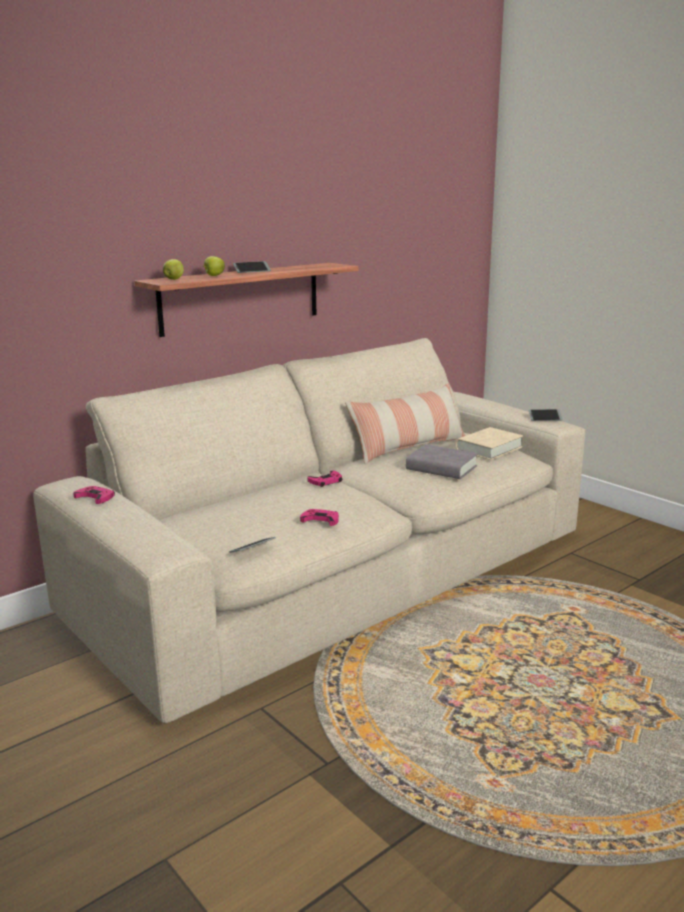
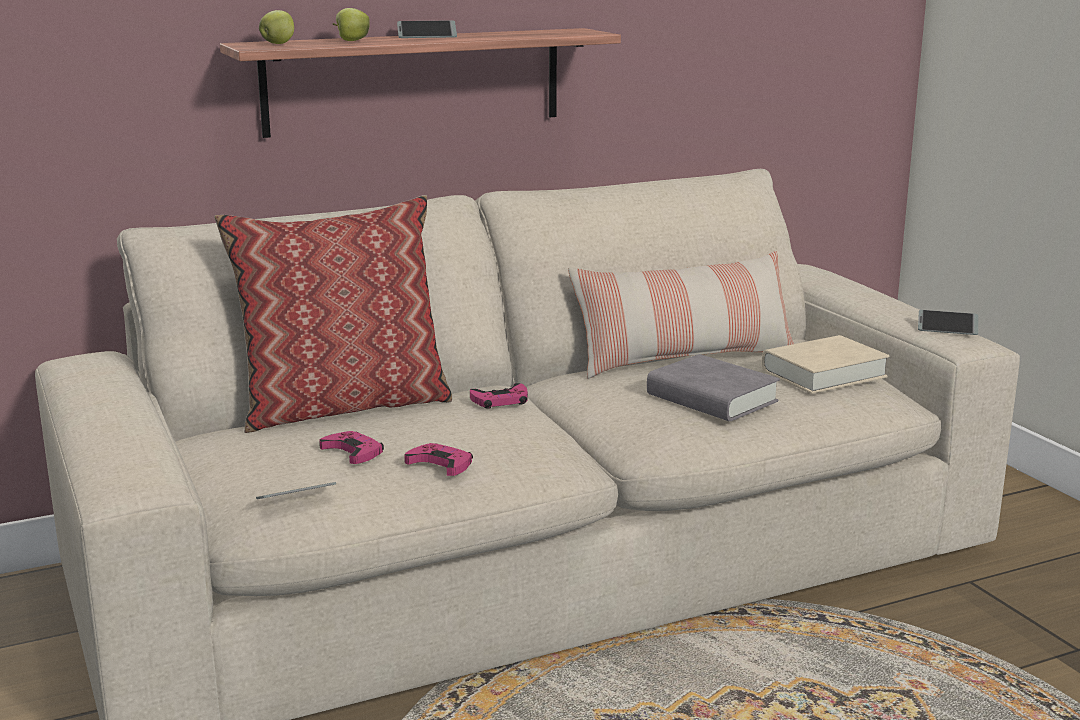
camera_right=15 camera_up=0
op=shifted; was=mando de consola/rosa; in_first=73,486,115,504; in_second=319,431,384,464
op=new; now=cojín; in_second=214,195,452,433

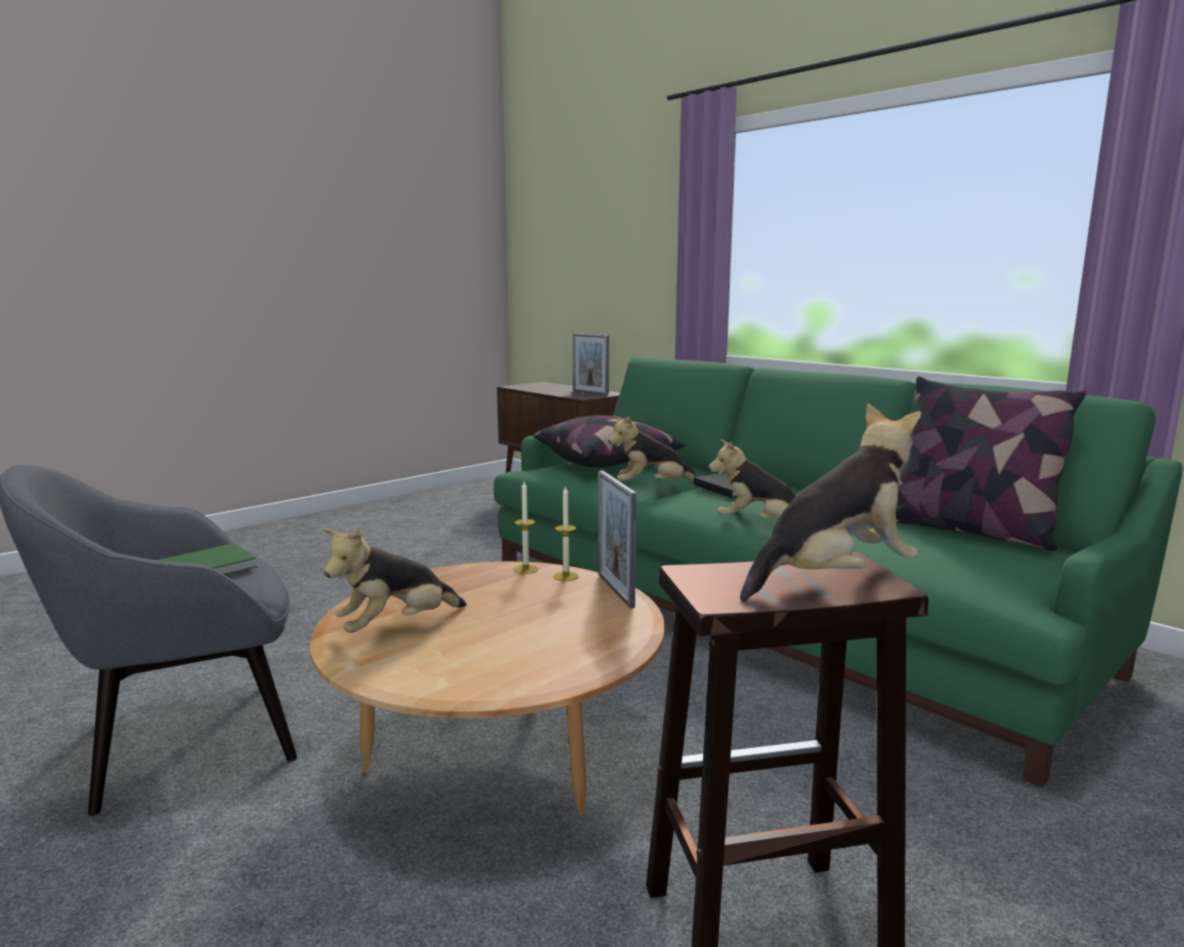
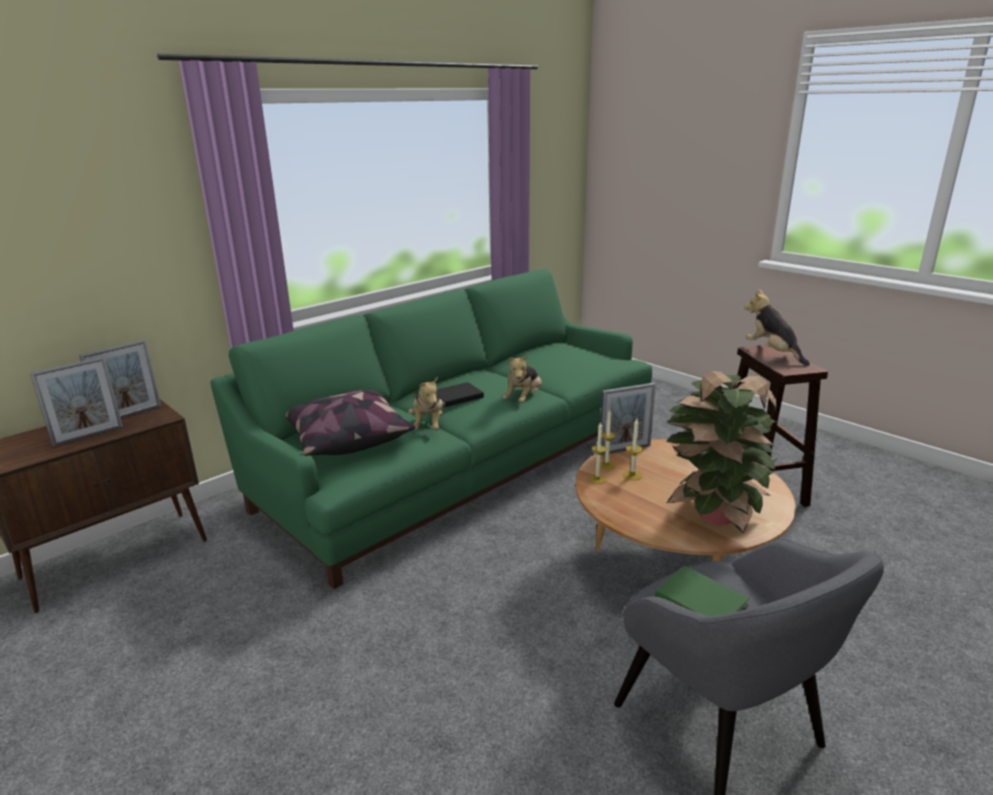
camera_right=-90 camera_up=10
op=gone; was=cojín; in_first=896,376,1087,551
op=swapped; was=peluche; now=planta en maceta; in_first=323,528,467,633; in_second=666,371,778,533
op=new; now=portarretratos; in_second=30,356,123,447
op=new; now=vela; in_second=623,419,643,480

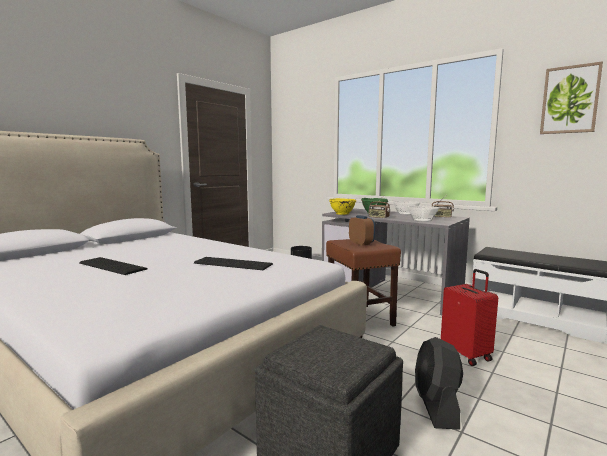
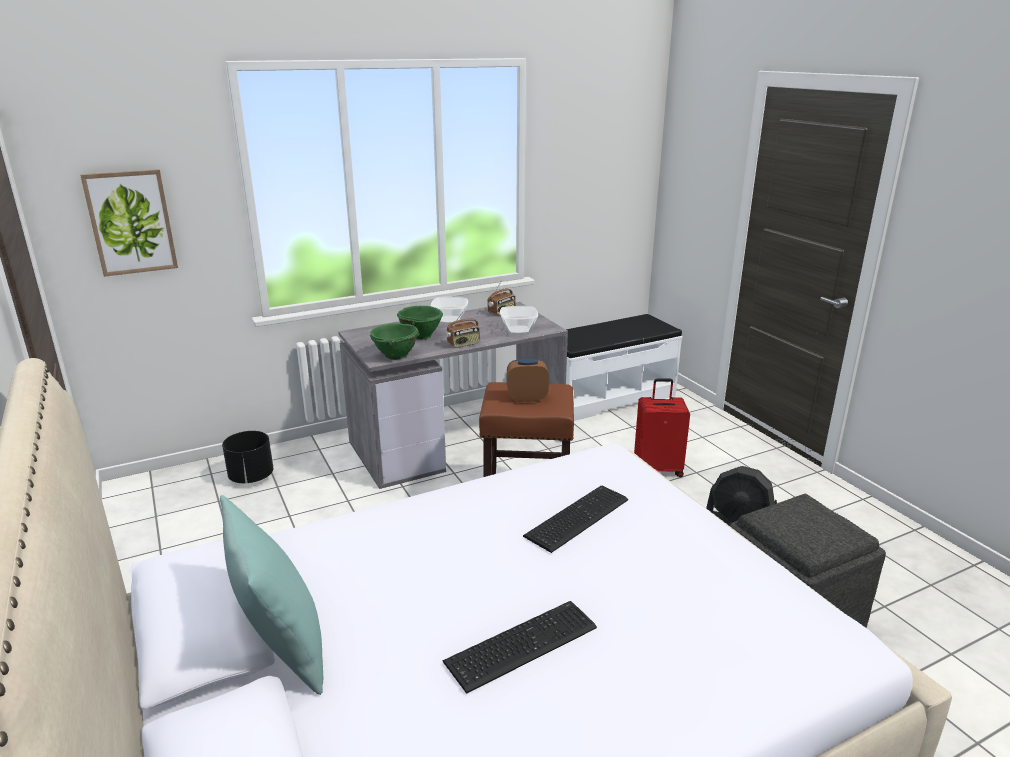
camera_right=-65 camera_up=15
op=shifted; was=cuadro; in_first=540,61,603,134; in_second=80,169,178,277
op=repainted; was=cuenco/amarillo; now=cuenco/verde; in_first=329,198,356,215; in_second=370,323,420,360
op=new; now=cojín/turquesa; in_second=220,495,323,695

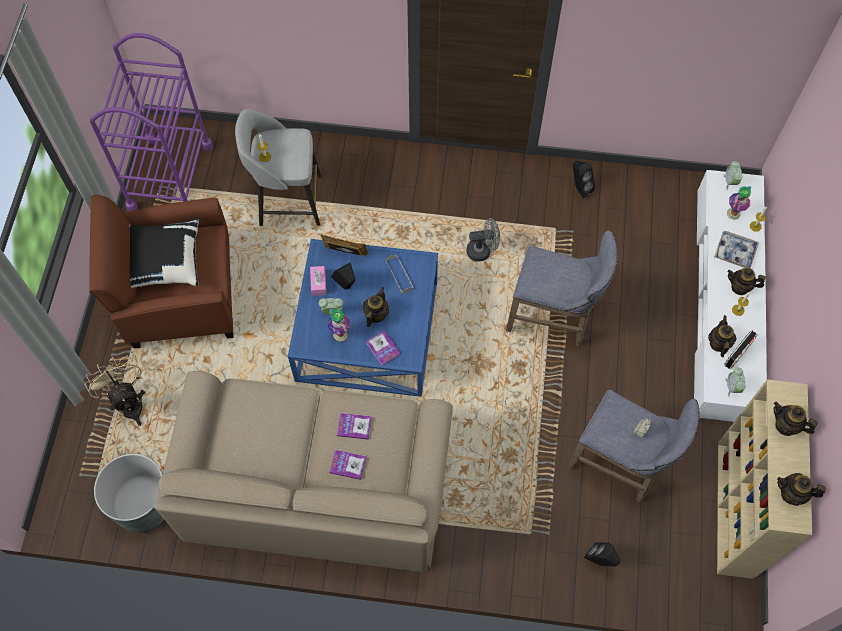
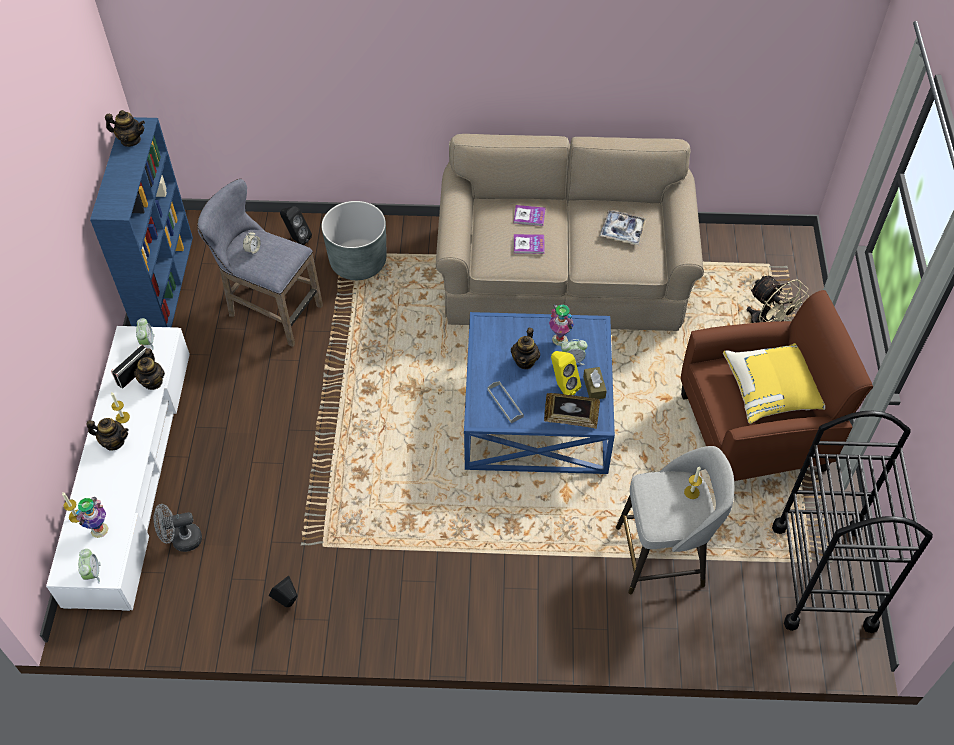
camera_right=175 camera_up=-10
op=repainted; was=carrito/morado; now=carrito/negro; in_first=90,33,213,211; in_second=772,411,933,633
op=repainted; was=cojín/negro; now=cojín/amarillo; in_first=129,217,199,288; in_second=723,343,825,424
op=shifted; was=ventilador/gris; in_first=466,218,500,261; in_second=154,504,202,552
op=gone; was=taburete/gris; in_first=506,230,618,347
op=shifted; was=bandeja; in_first=714,231,759,268; in_second=600,210,647,245
op=repainted; was=altavoz/negro; now=altavoz/amarillo; in_first=331,263,355,289; in_second=551,351,581,395
op=repainted; was=caja de pañuelos/rosa; now=caja de pañuelos/marrón; in_first=310,266,326,296; in_second=583,367,607,399
op=gone; was=libro; in_first=366,330,401,366
op=repainted; was=estantería/beis; now=estantería/azul; in_first=717,379,812,579; in_second=90,117,193,327
op=gone; was=tetera; in_first=773,402,817,436
op=shifted; was=maceta/gris; in_first=94,454,164,532; in_second=322,201,386,280

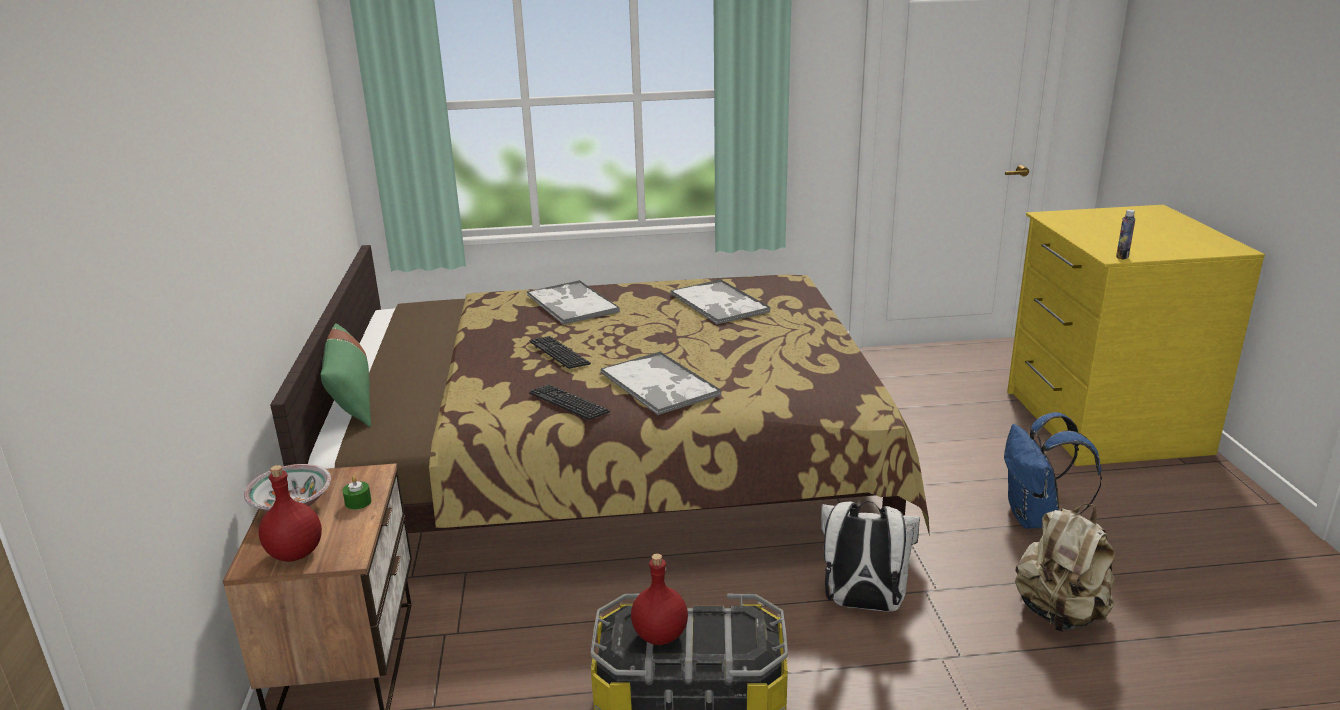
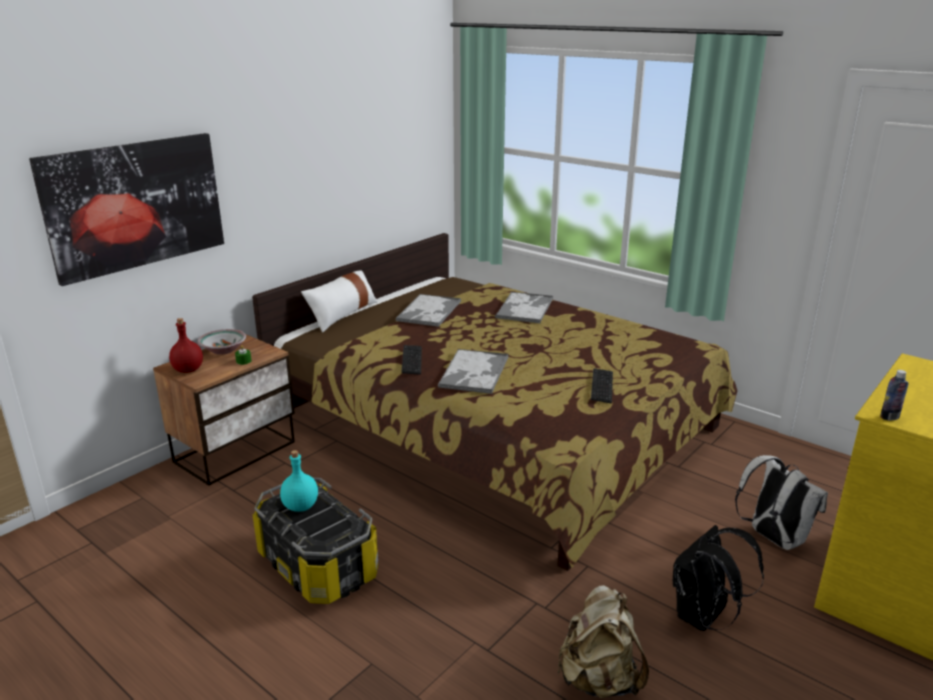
camera_right=45 camera_up=0
op=shifted; was=bandeja; in_first=671,279,771,325; in_second=395,294,461,327
op=repainted; was=cojín/verde; now=cojín/blanco; in_first=320,323,371,427; in_second=301,270,378,333
op=shifted; was=teclado; in_first=530,336,591,369; in_second=591,368,613,404
op=repainted; was=mochila/azul; now=mochila/negro; in_first=1004,412,1102,529; in_second=673,525,764,631
op=shifted; was=mochila/blanco; in_first=821,501,920,612; in_second=735,455,828,550
op=repainted; was=botella/rojo; now=botella/turquesa; in_first=631,554,688,645; in_second=280,450,318,512
op=new; now=cuadro; in_second=29,133,224,286

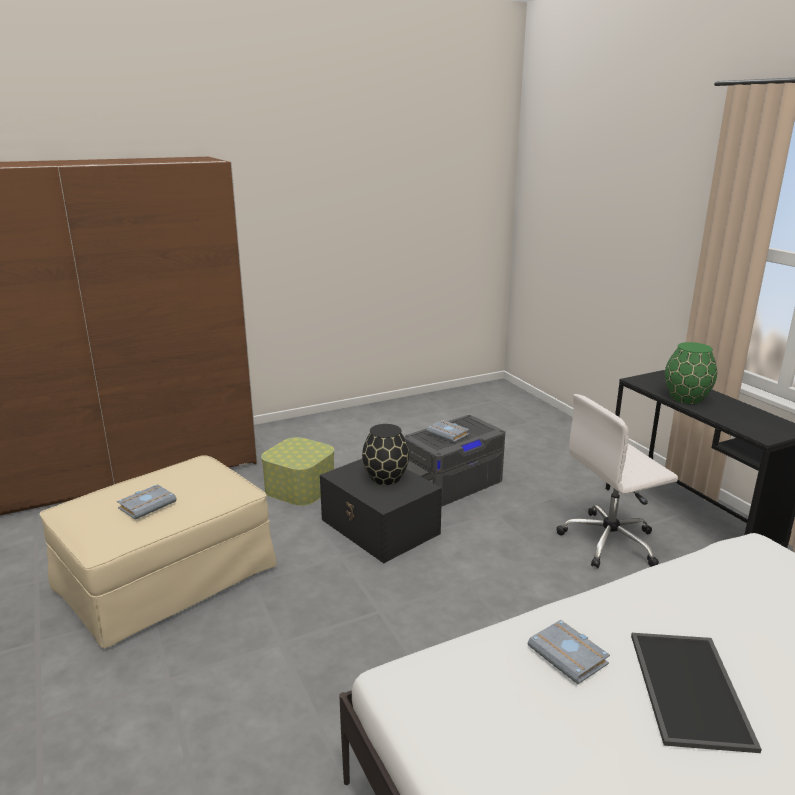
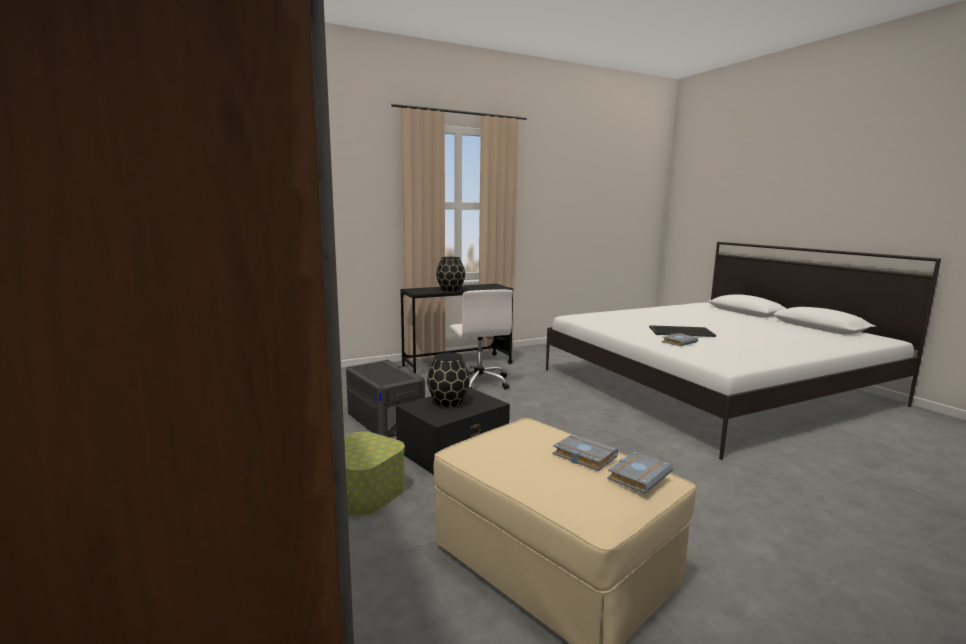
camera_right=-90 camera_up=-10
op=repainted; was=florero/verde; now=florero/negro; in_first=665,342,717,404; in_second=436,257,465,292
op=shifted; was=libro/gris; in_first=427,420,469,442; in_second=607,451,673,494

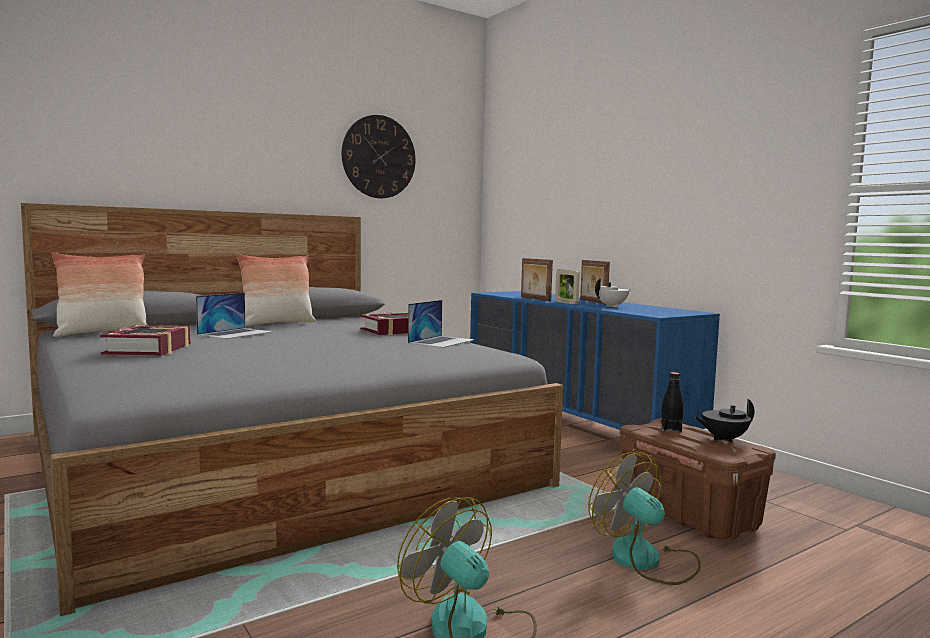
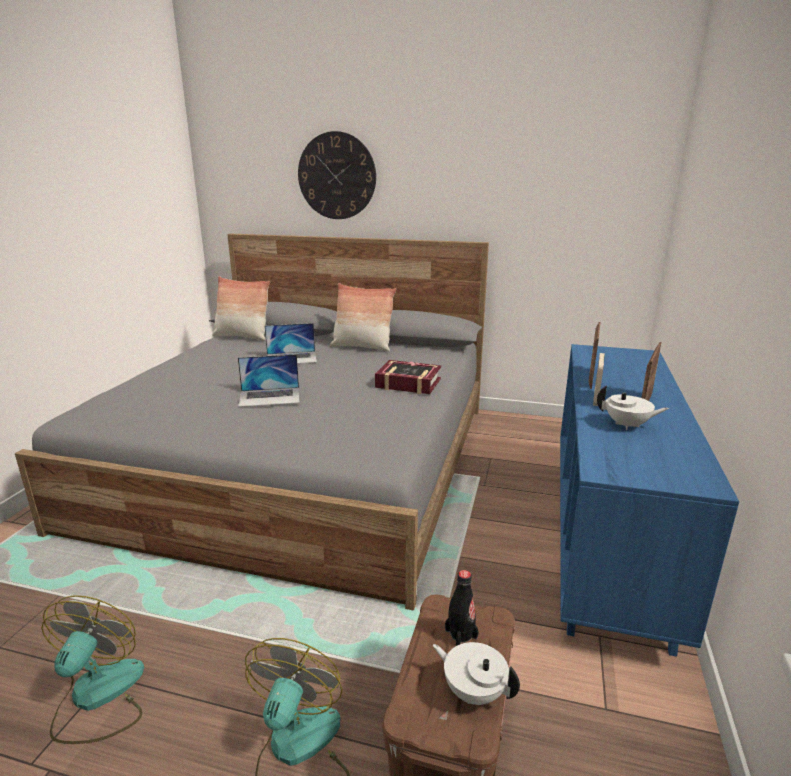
camera_right=50 camera_up=15
op=shifted; was=reloj de pared; in_first=342,115,416,198; in_second=298,131,376,219
op=shifted; was=portátil; in_first=408,300,475,348; in_second=238,354,300,407
op=gone; was=libro; in_first=100,325,191,356
op=repainted; was=tetera/negro; now=tetera/blanco; in_first=695,399,755,442; in_second=433,642,520,705

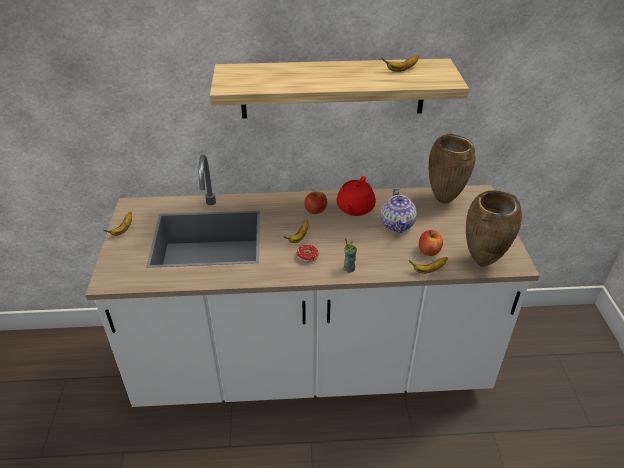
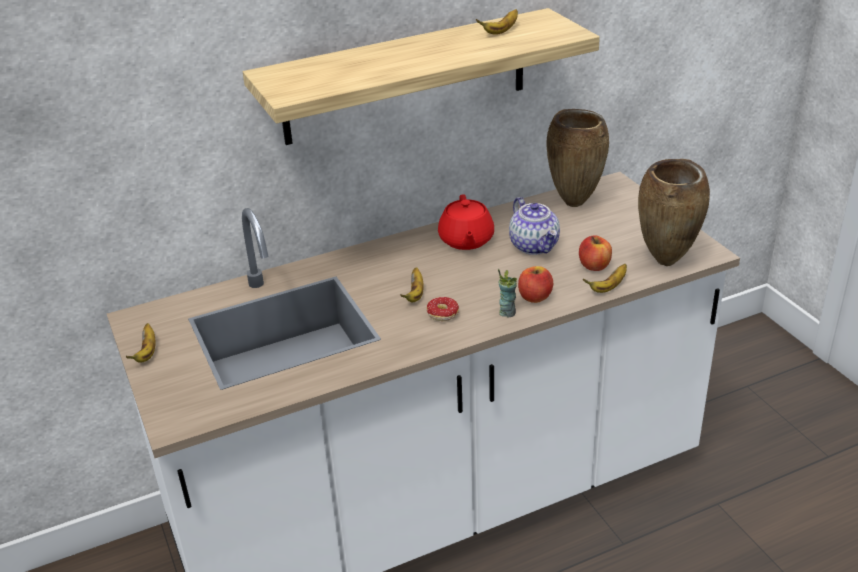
camera_right=-20 camera_up=-5
op=shifted; was=manzana; in_first=304,191,327,214; in_second=518,266,553,303

